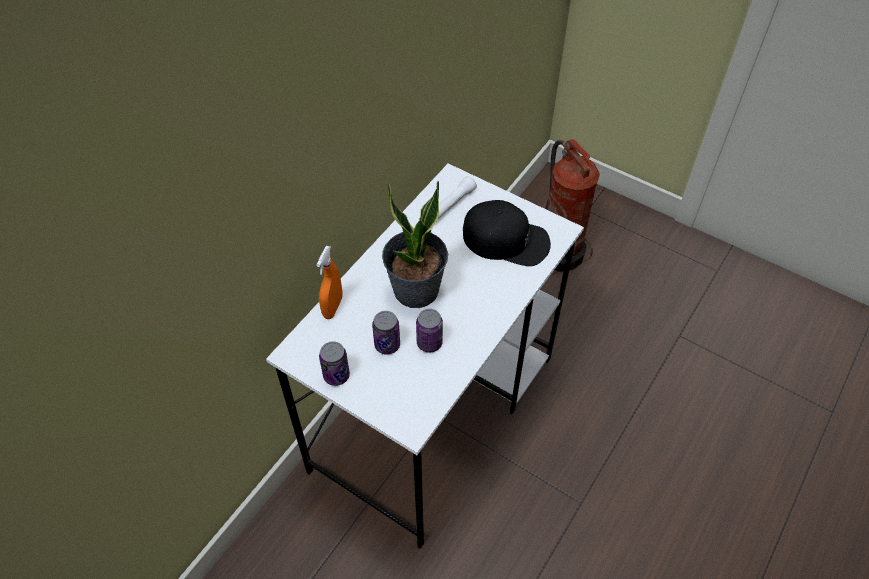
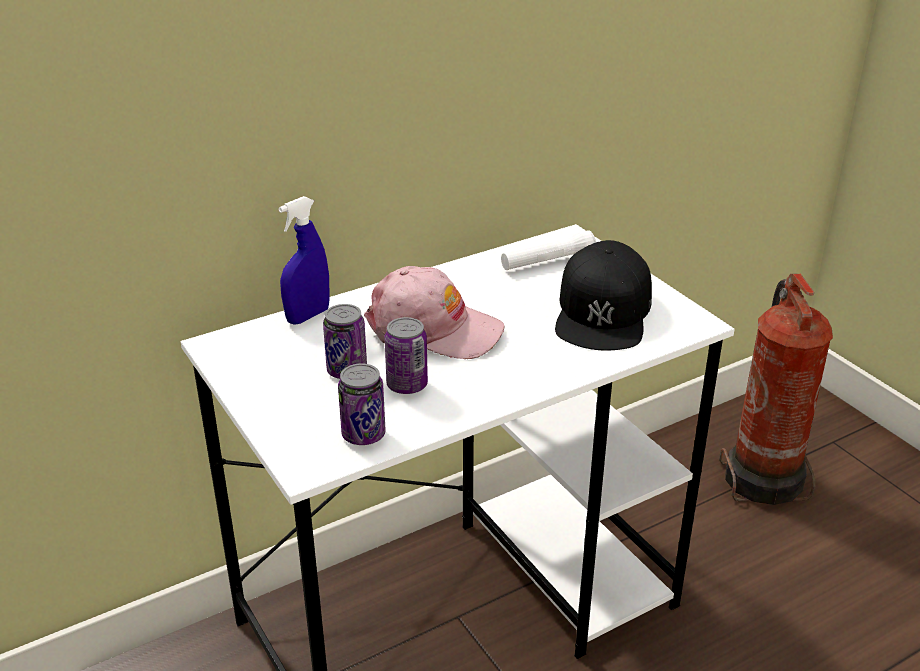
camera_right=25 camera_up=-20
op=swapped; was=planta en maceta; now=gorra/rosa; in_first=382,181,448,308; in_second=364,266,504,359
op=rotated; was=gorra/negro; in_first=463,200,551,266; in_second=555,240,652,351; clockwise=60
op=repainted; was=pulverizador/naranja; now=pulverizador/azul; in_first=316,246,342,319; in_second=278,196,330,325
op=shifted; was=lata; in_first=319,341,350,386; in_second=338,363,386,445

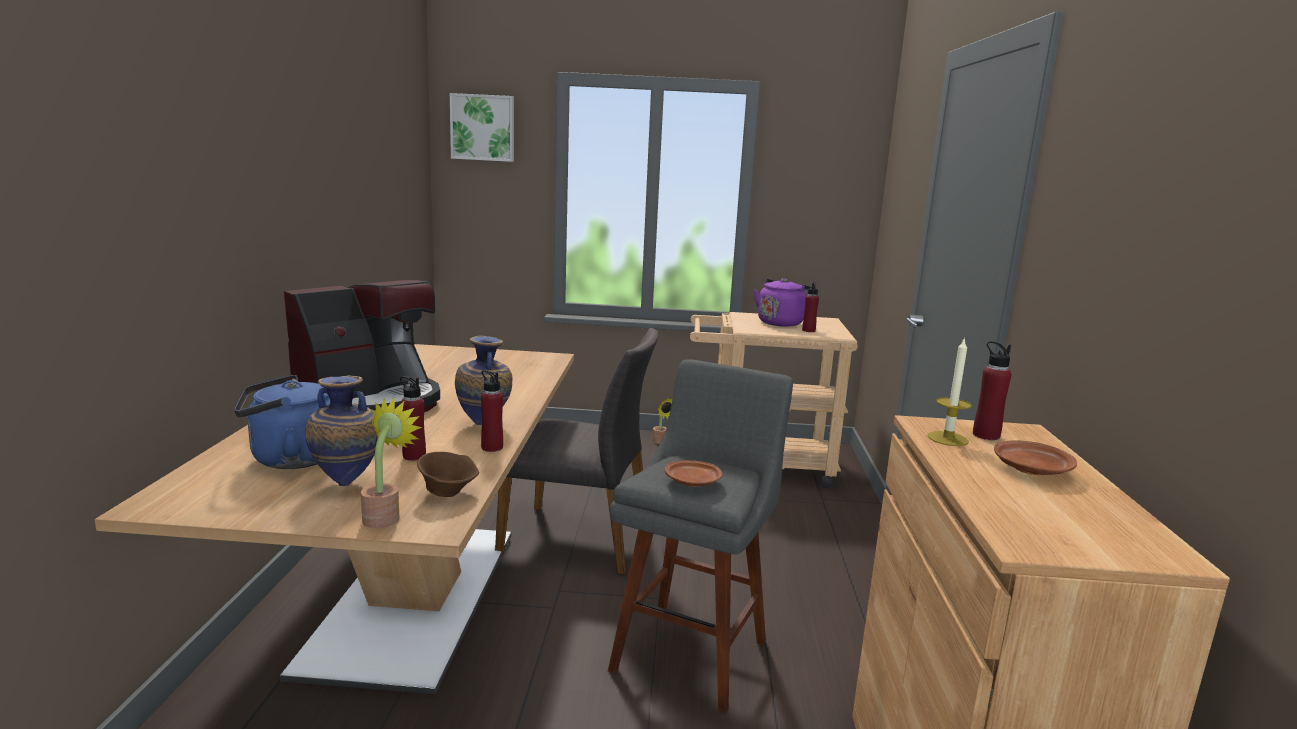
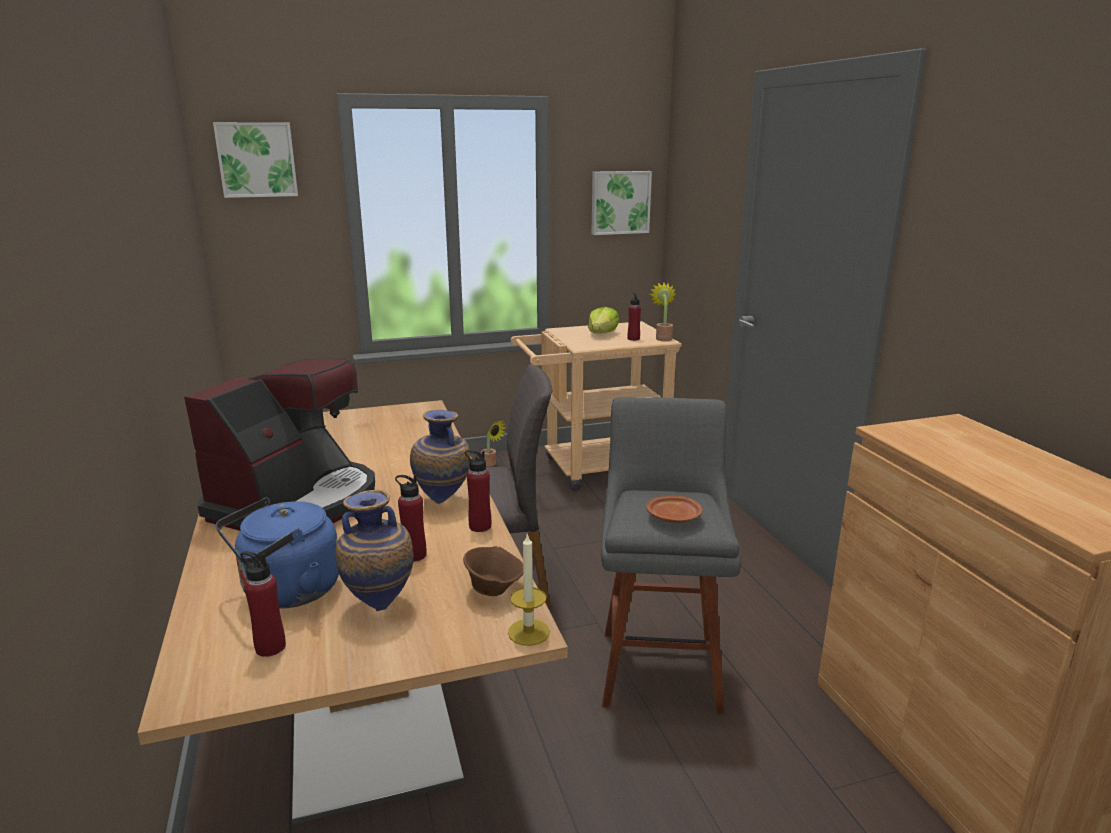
camera_right=-20 camera_up=5
op=swapped; was=hervidor/morado; now=lechuga; in_first=754,278,811,327; in_second=588,307,620,333
op=shifted; was=vela; in_first=928,337,972,446; in_second=508,533,550,646
op=shifted; was=botella/rojo; in_first=973,341,1012,440; in_second=240,551,286,657
op=shifted; was=planta en maceta; in_first=361,398,422,528; in_second=649,283,676,341
op=gone; was=plato/marrón; in_first=994,440,1077,475
op=new; now=cuadro; in_second=591,171,652,235

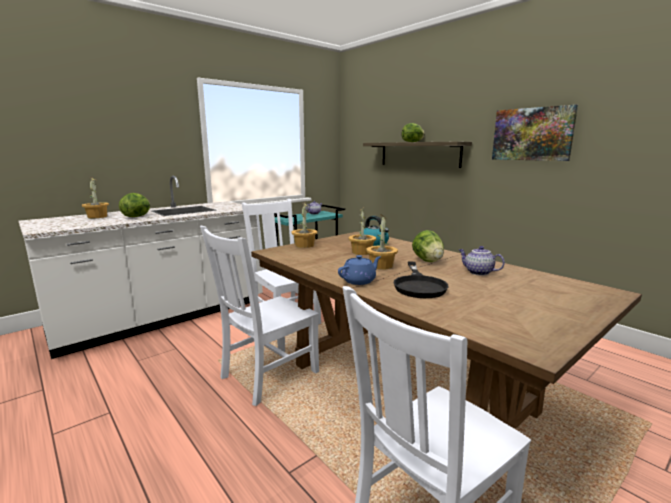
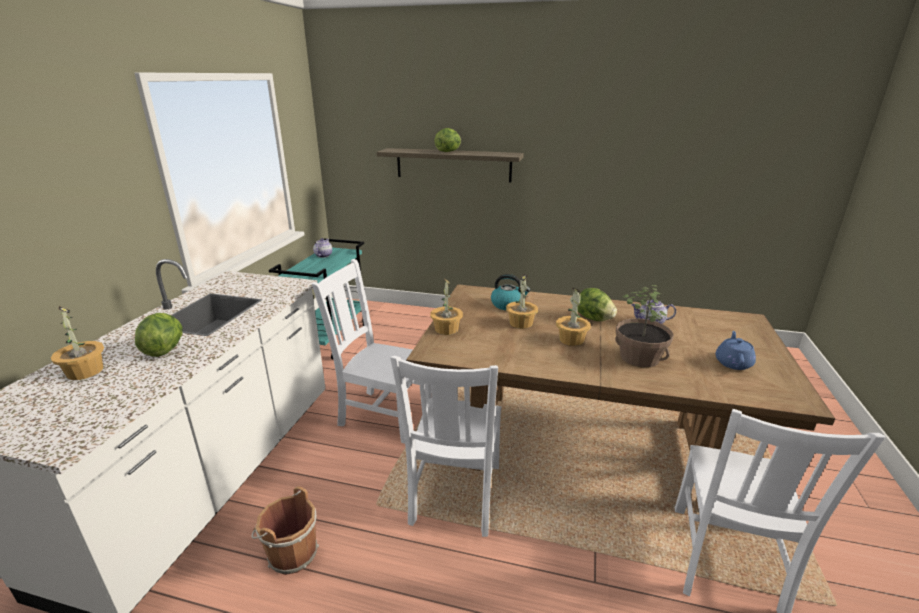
camera_right=-35 camera_up=10
op=gone; was=cuadro; in_first=492,104,578,161
op=shifted; was=tetera/azul; in_first=338,255,381,285; in_second=715,331,756,370
op=swapped; was=sartén/negro; now=planta en maceta; in_first=393,262,448,298; in_second=615,285,674,367
op=new; now=cubo/marrón; in_second=252,486,319,575

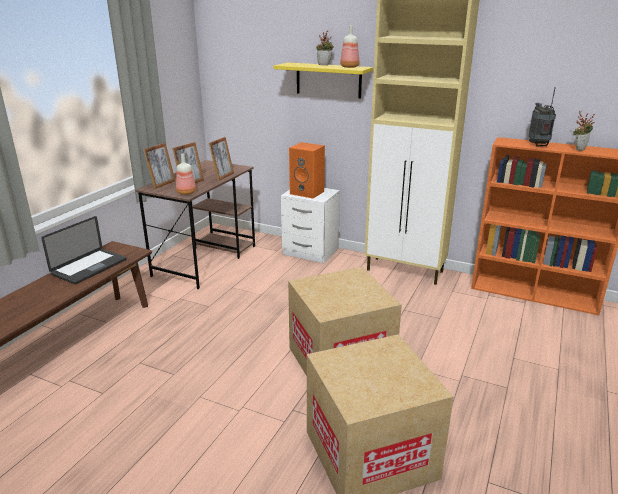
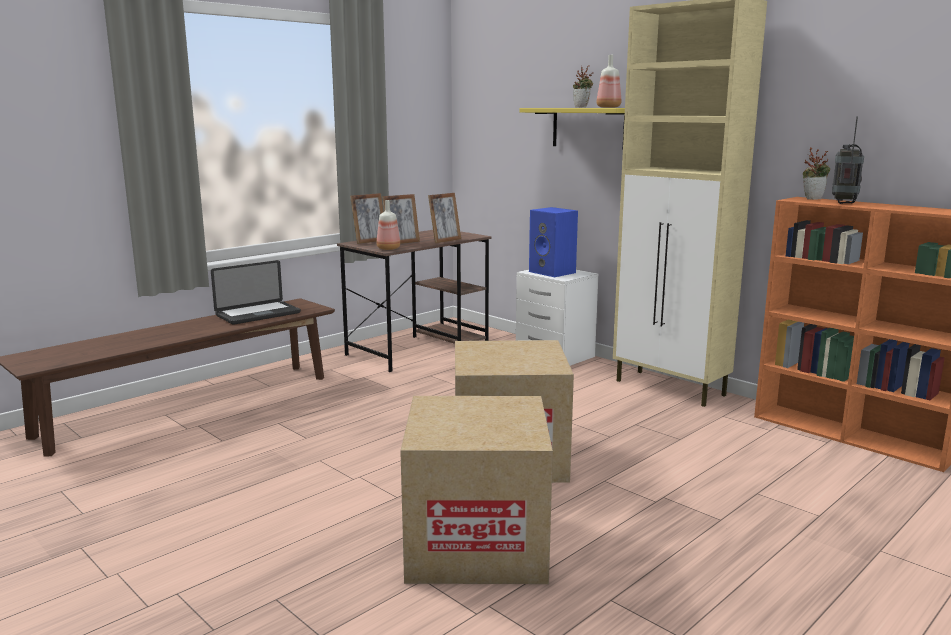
camera_right=20 camera_up=-10
op=shifted; was=planta en maceta; in_first=573,110,595,151; in_second=803,148,831,200
op=repainted; was=altavoz/naranja; now=altavoz/azul; in_first=289,142,325,199; in_second=529,207,578,277

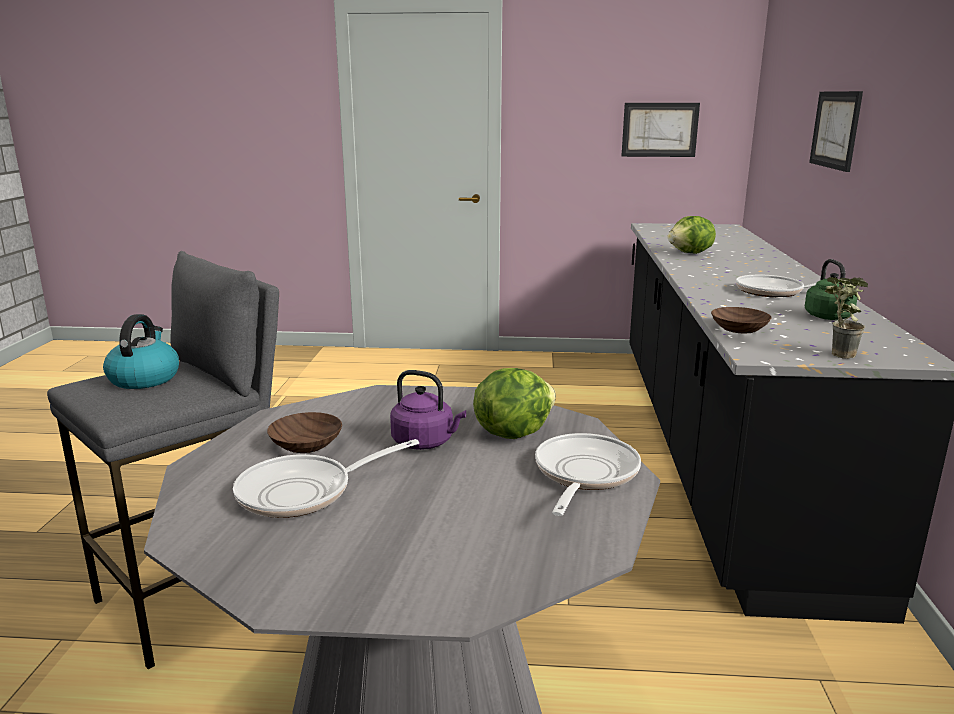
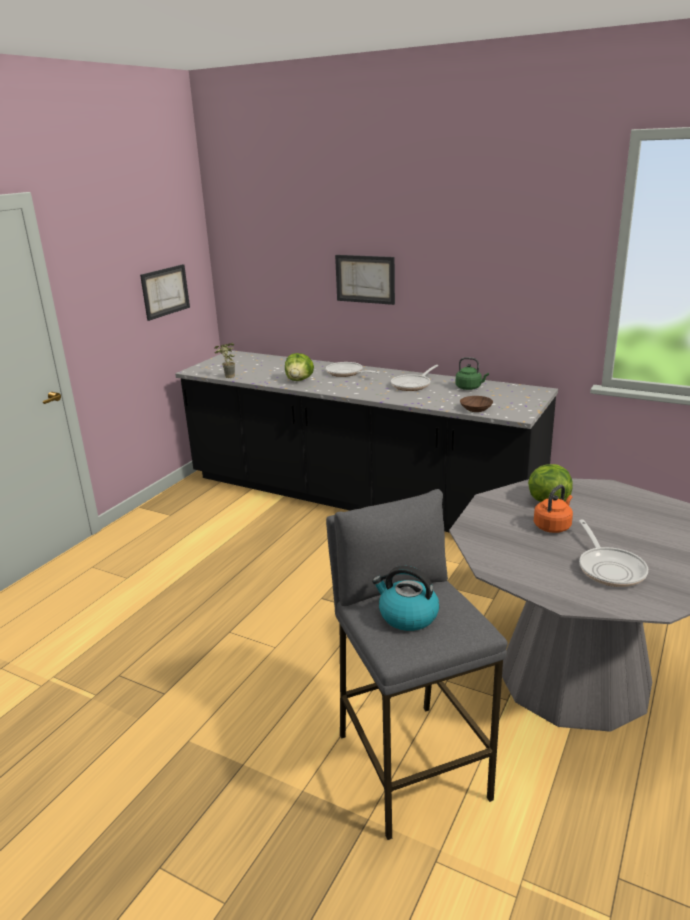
camera_right=-65 camera_up=5
op=shifted; was=planta en maceta; in_first=825,277,868,359; in_second=214,343,235,378
op=repainted; was=hervidor/morado; now=hervidor/naranja; in_first=390,370,466,450; in_second=534,485,573,533
op=gone; was=cuenco/marrón; in_first=267,412,342,453
op=shifted; was=sartén; in_first=535,433,641,516; in_second=326,362,380,377

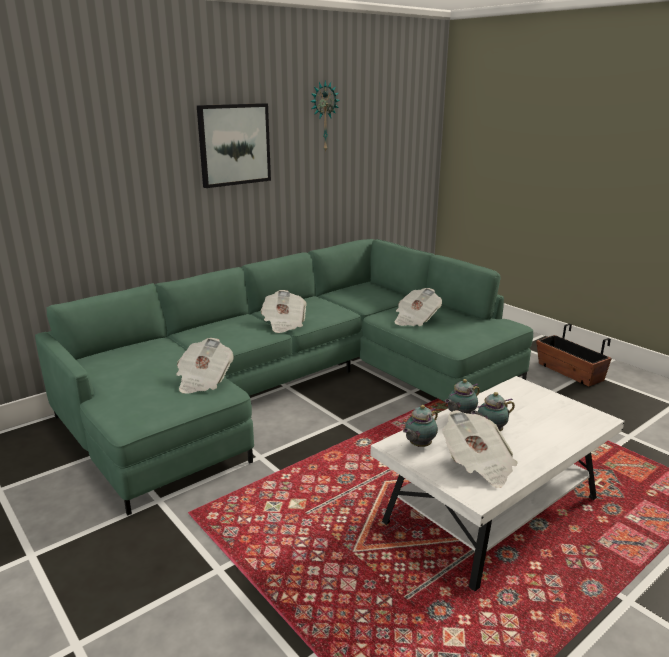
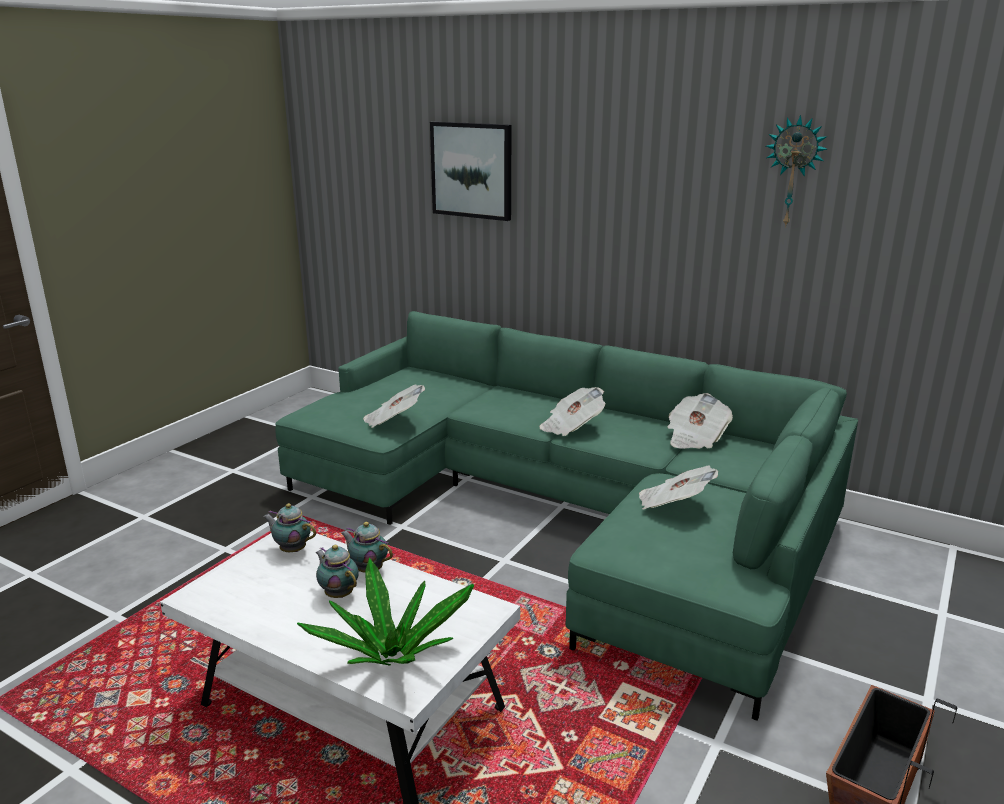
camera_right=70 camera_up=0
op=shifted; was=cuadro; in_first=197,103,271,188; in_second=430,122,511,221
op=shifted; was=periódico; in_first=442,410,518,488; in_second=668,393,733,449
op=new; now=planta en maceta; in_second=297,557,474,666

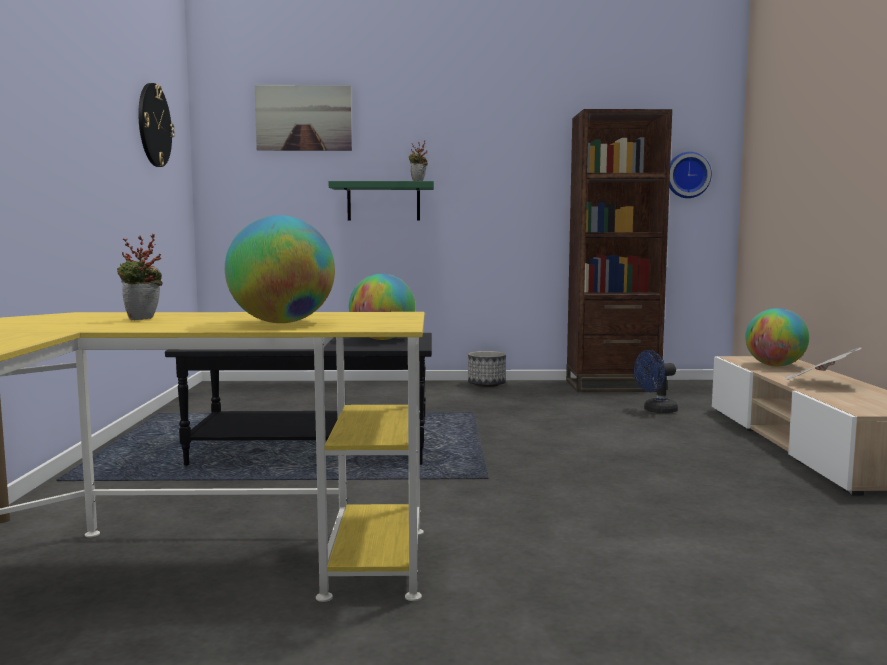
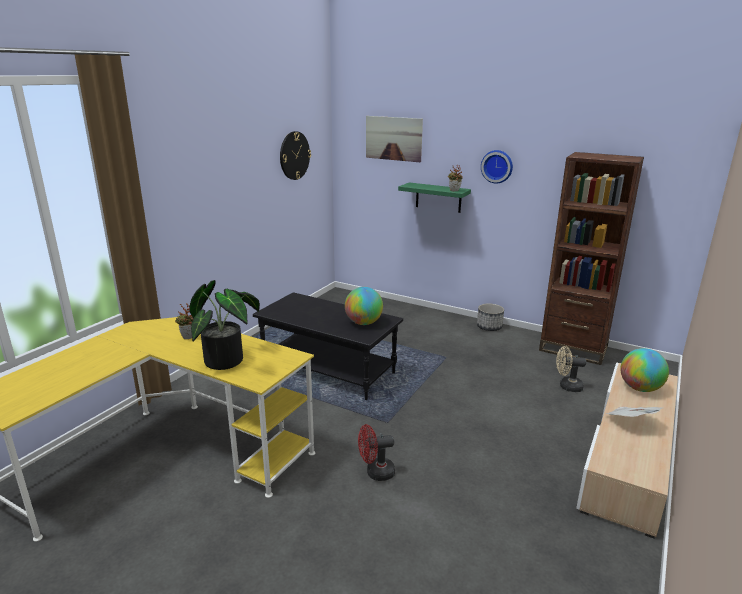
camera_right=30 camera_up=15
op=shifted; was=reloj de pared; in_first=669,152,712,198; in_second=481,150,513,184
op=swapped; was=globo terráqueo; now=planta en maceta; in_first=225,215,335,323; in_second=189,280,260,370
op=repainted; was=ventilador/azul; now=ventilador/beis; in_first=634,350,678,413; in_second=556,346,586,392
op=new; now=ventilador/rojo; in_second=358,424,395,481

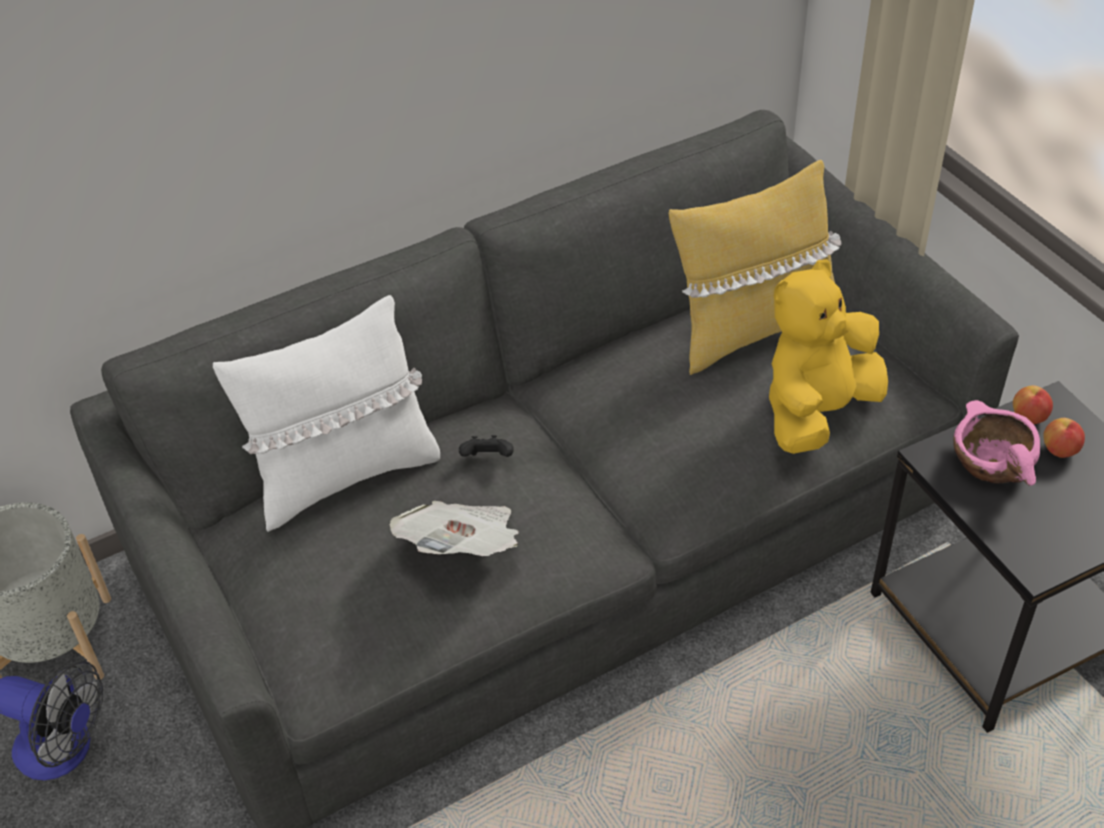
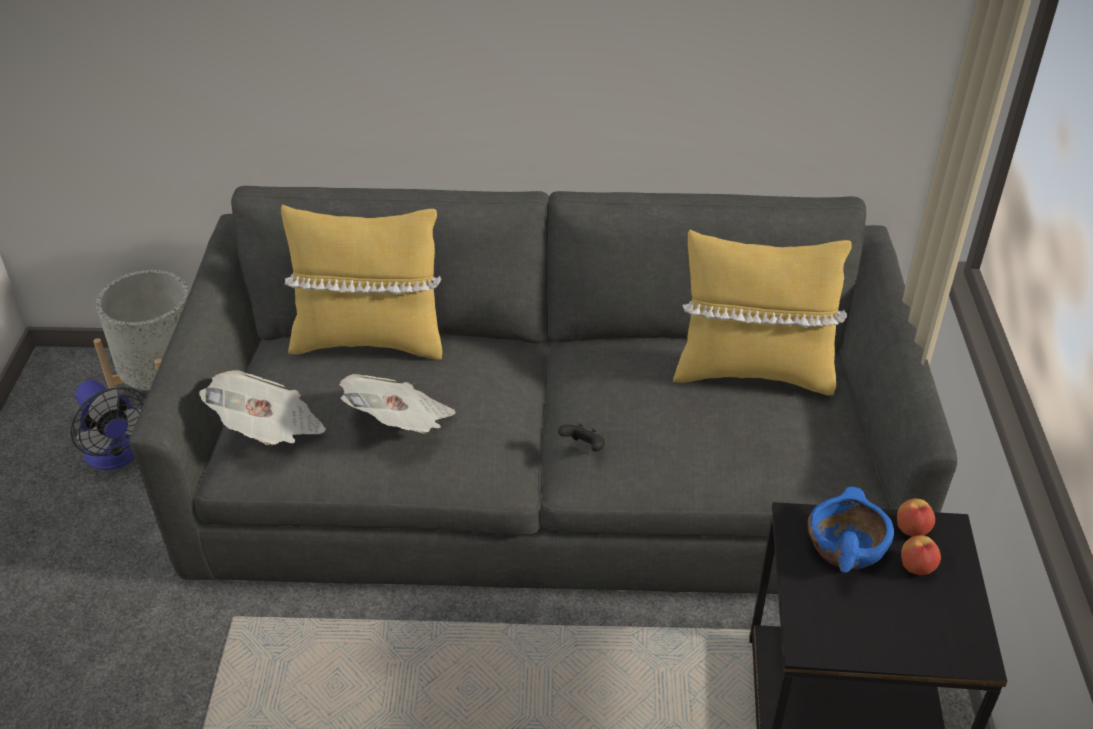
camera_right=30 camera_up=-5
op=gone; was=peluche/amarillo; in_first=769,259,888,454
op=repainted; was=cojín/blanco; now=cojín/amarillo; in_first=213,295,440,532; in_second=281,205,442,360
op=repainted; was=cuenco/rosa; now=cuenco/azul; in_first=953,400,1040,486; in_second=807,487,894,573
op=shifted; was=mando de consola/negro; in_first=459,435,514,457; in_second=558,424,605,452
op=new; now=periódico; in_second=199,370,326,446

